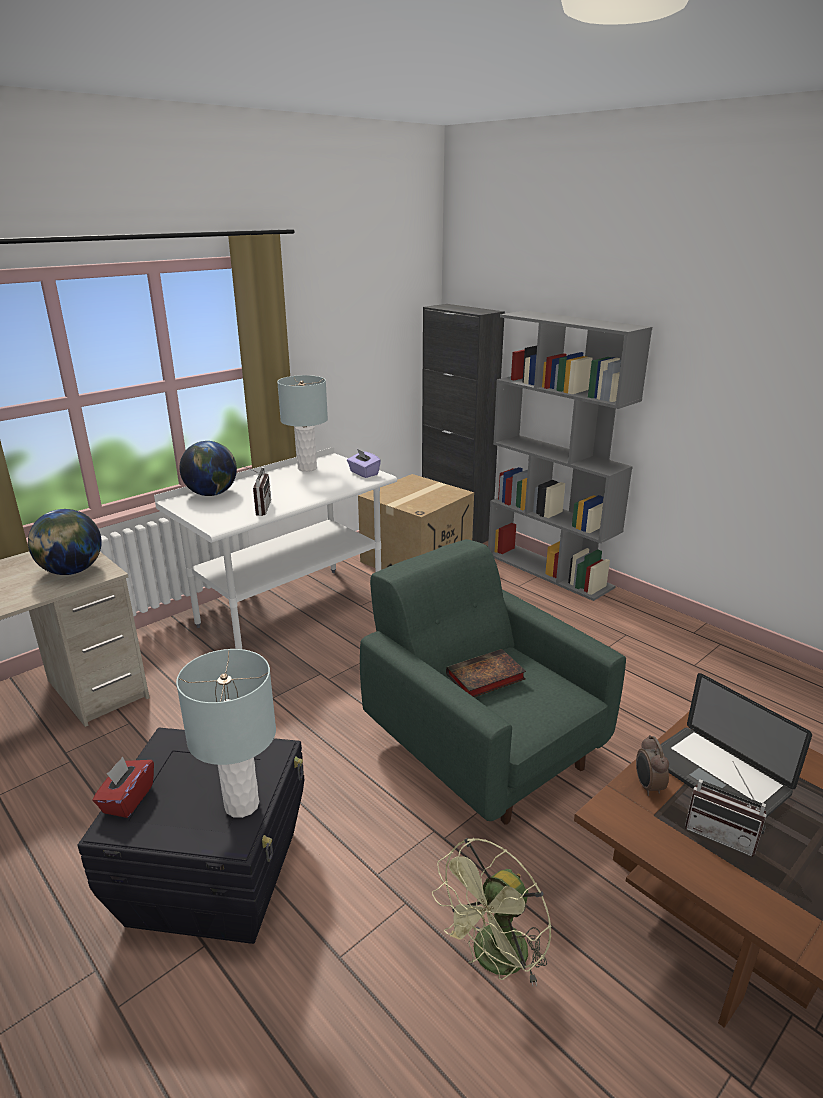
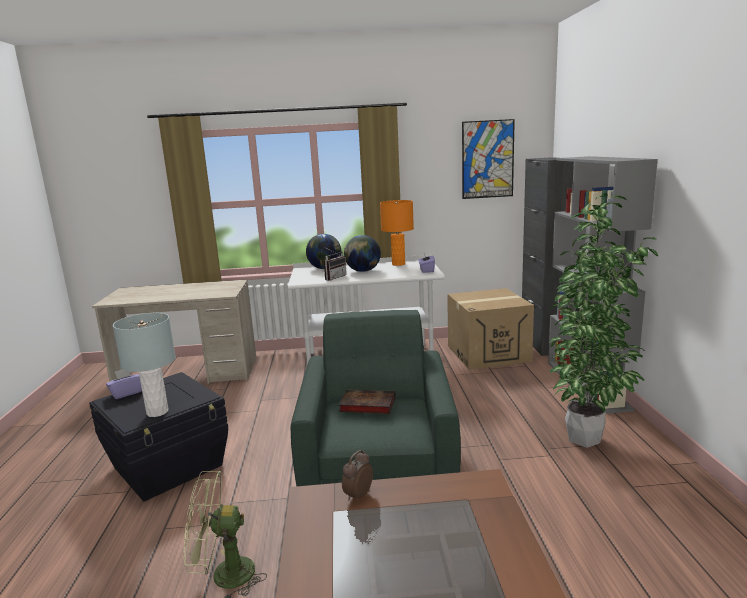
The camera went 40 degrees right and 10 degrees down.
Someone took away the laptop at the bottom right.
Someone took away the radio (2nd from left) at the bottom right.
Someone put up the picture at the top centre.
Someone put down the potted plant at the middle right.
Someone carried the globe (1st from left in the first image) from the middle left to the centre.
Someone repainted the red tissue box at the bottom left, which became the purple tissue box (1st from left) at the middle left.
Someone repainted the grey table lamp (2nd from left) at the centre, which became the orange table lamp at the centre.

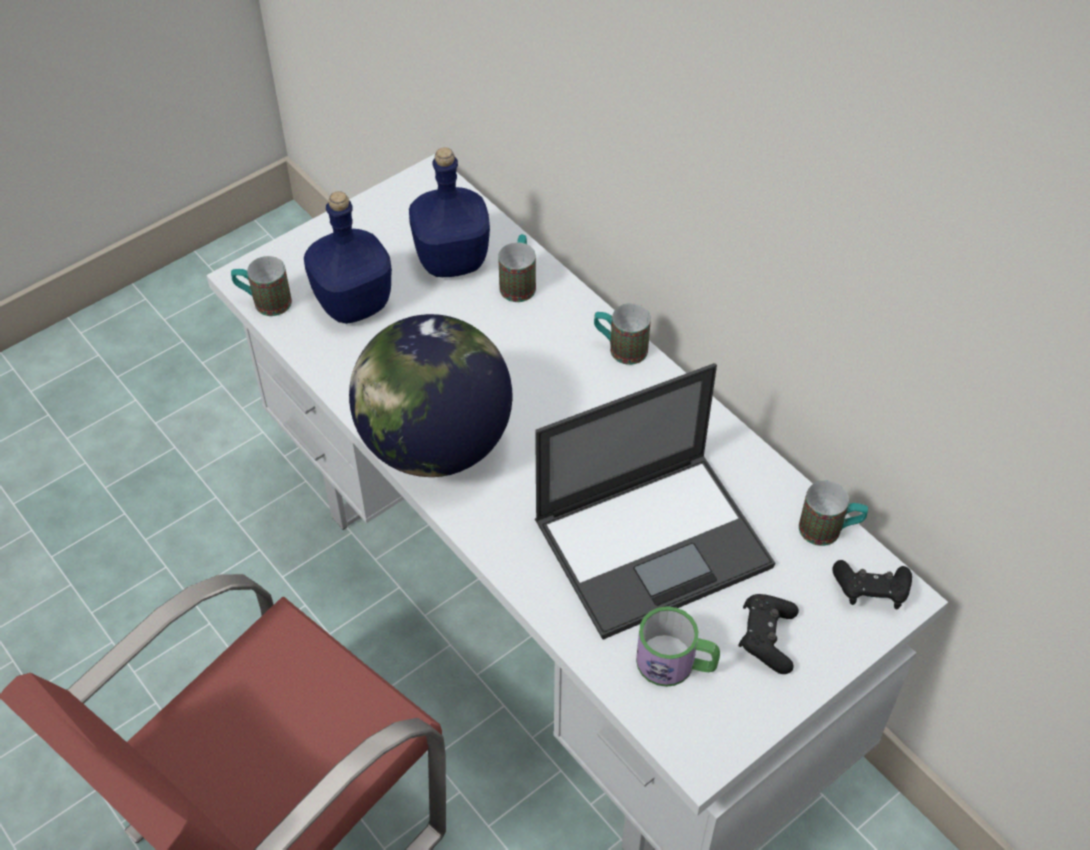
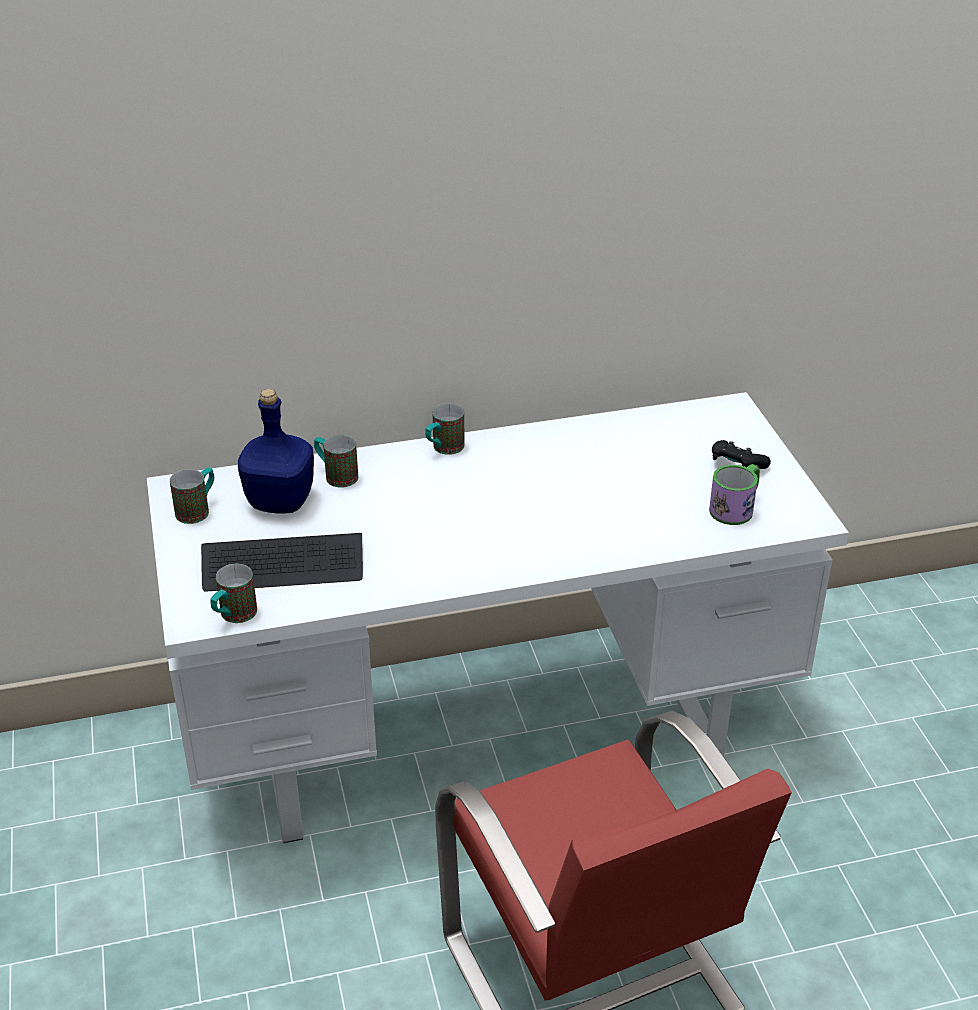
The camera went 65 degrees left and 15 degrees down.
Someone took away the globe at the centre.
Someone took away the laptop at the centre.
Someone took away the black game controller (2nd from left) at the bottom right.
Someone carried the mug (5th from left in the first image) from the middle right to the middle left.
Someone swapped the blue bottle (1st from left) at the top left for the keyboard at the middle left.

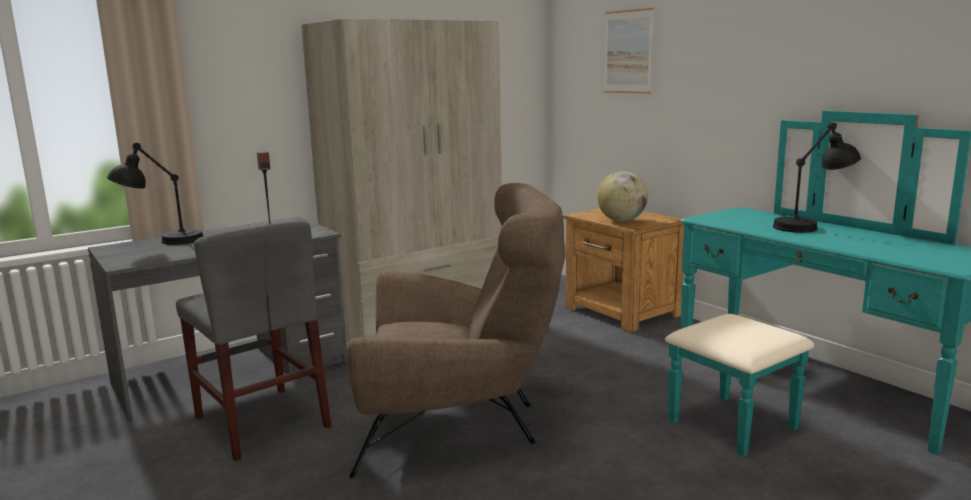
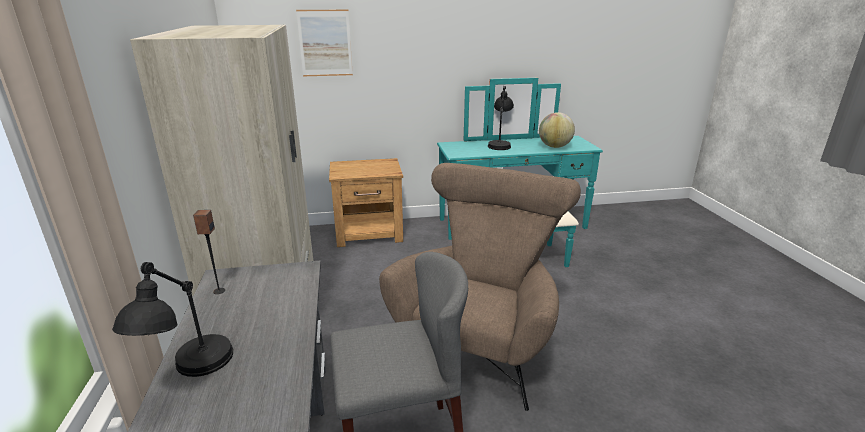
The camera went 65 degrees left and 10 degrees up.
Someone carried the globe from the centre to the top centre.

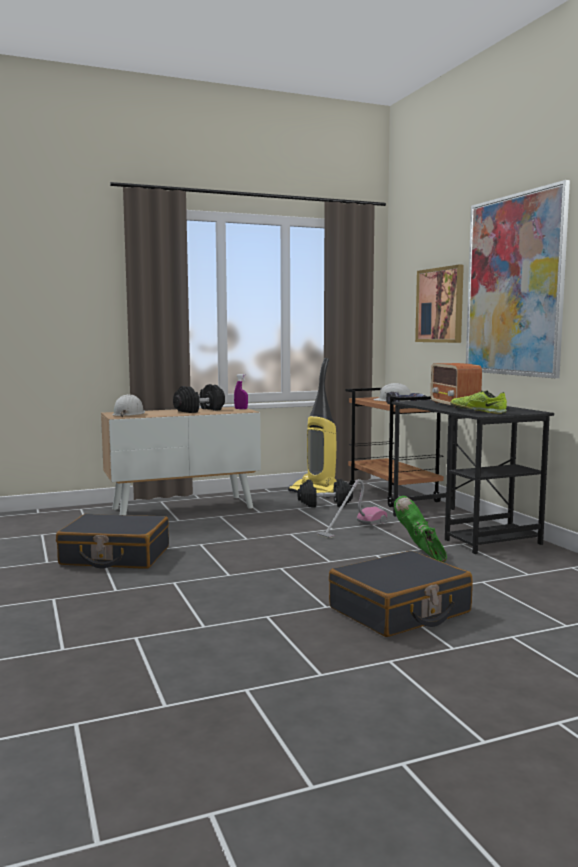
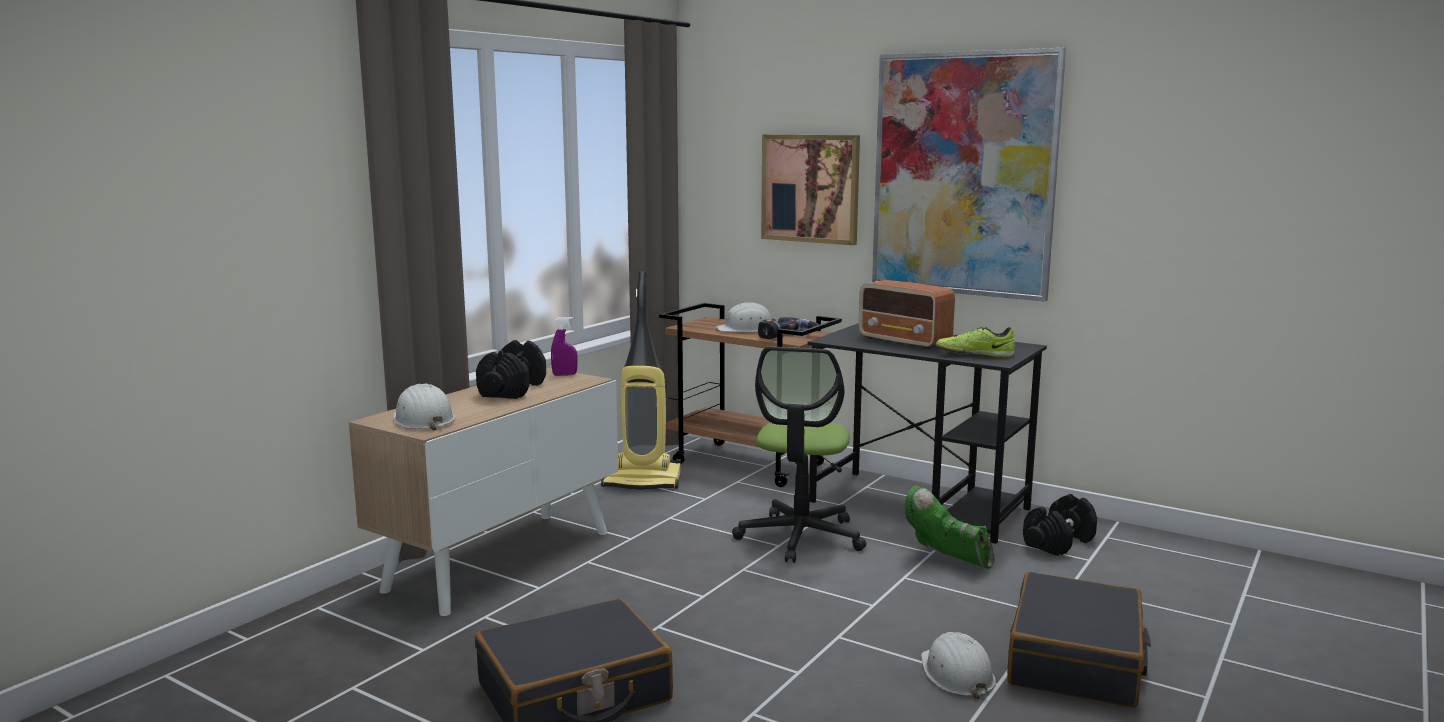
The camera went 35 degrees left and 5 degrees up.
Someone put down the white hard hat (3rd from left) at the bottom centre.
Someone carried the black dumbbell (2nd from left) from the centre to the bottom right.
Someone swapped the vacuum cleaner (2nd from left) at the centre for the office chair at the centre.

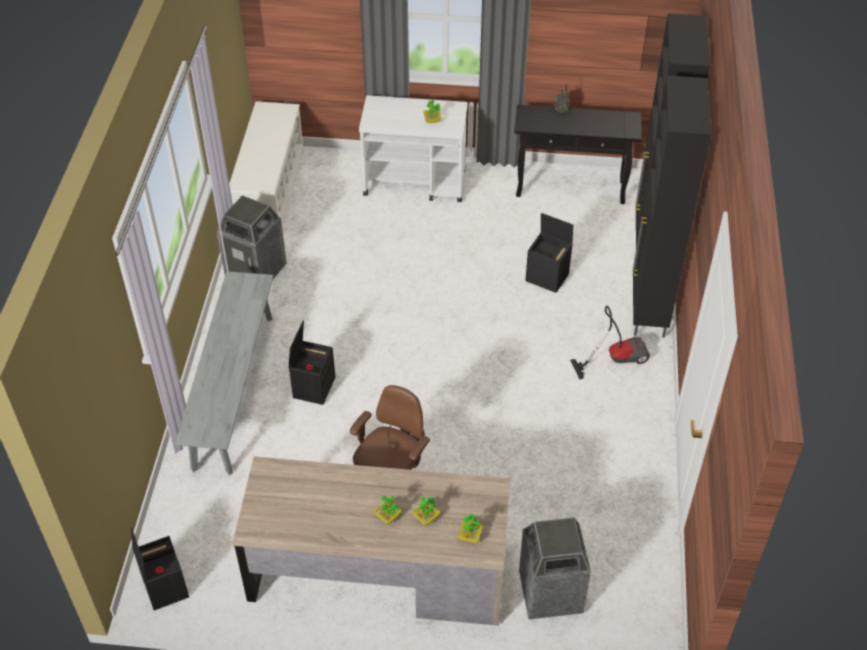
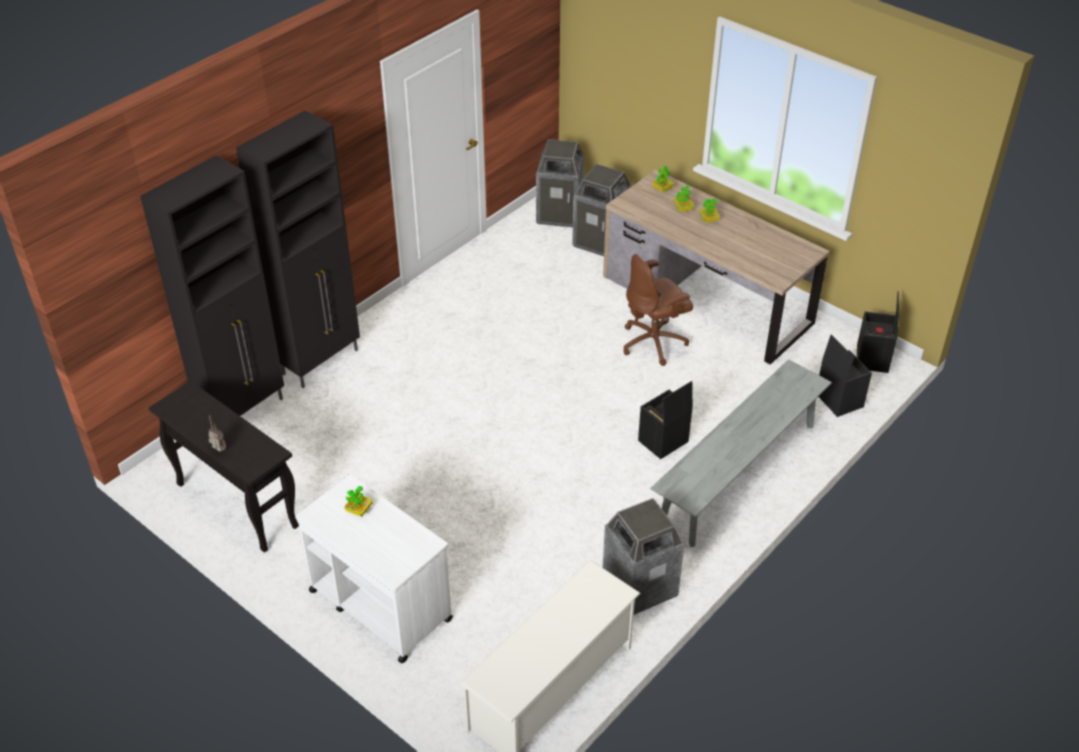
The camera went 145 degrees left and 5 degrees down.
Someone took away the vacuum cleaner at the middle right.
Someone put down the trash can (1st from left) at the top centre.
Someone carried the black storage box (3rd from left in the first image) from the centre to the middle right.

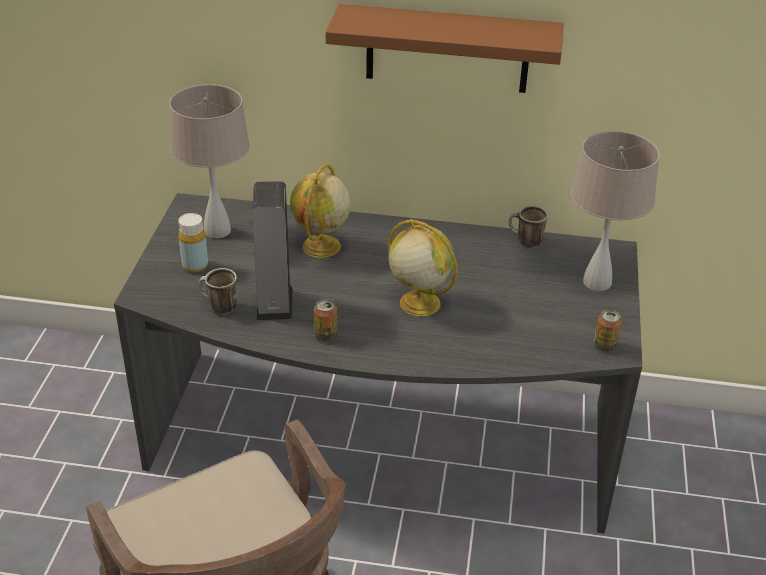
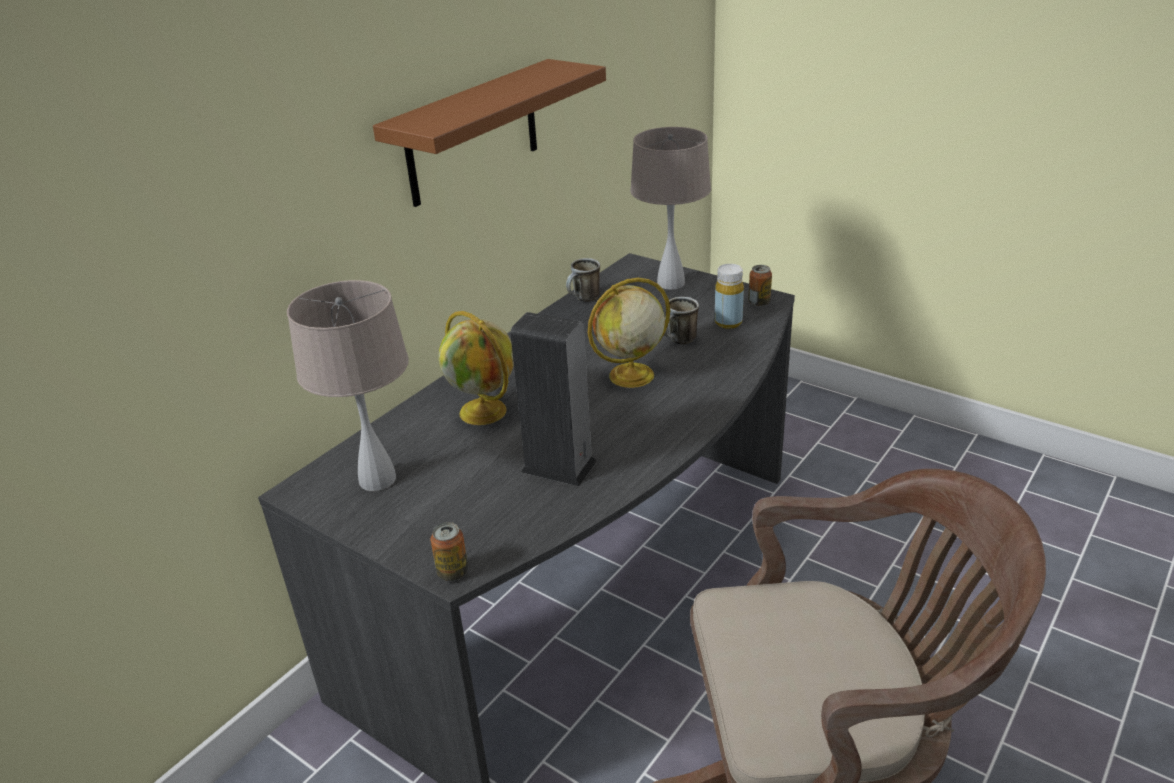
The camera went 60 degrees left and 5 degrees down.
Someone carried the yellow bottle from the middle left to the centre.
Someone carried the mug (1st from left in the first image) from the middle left to the centre.
Someone carried the can (1st from left) from the centre to the bottom centre.

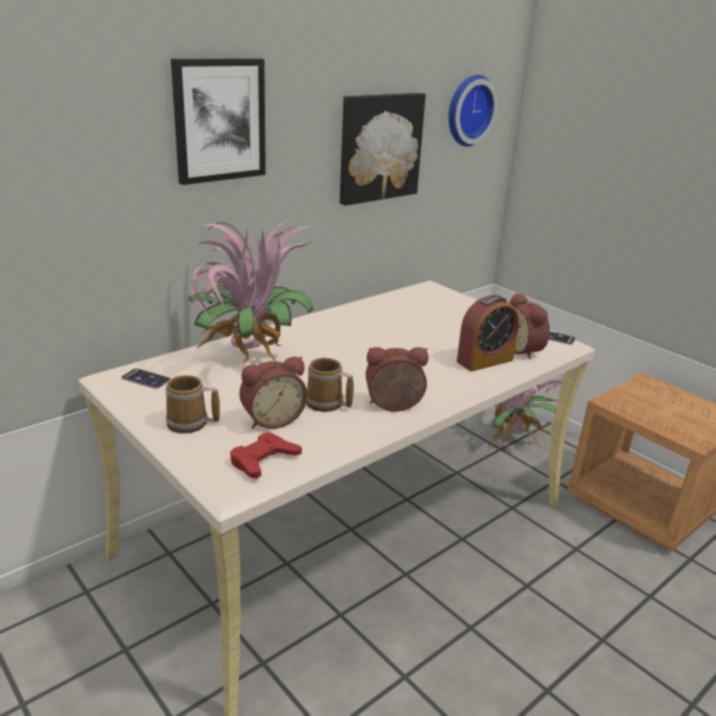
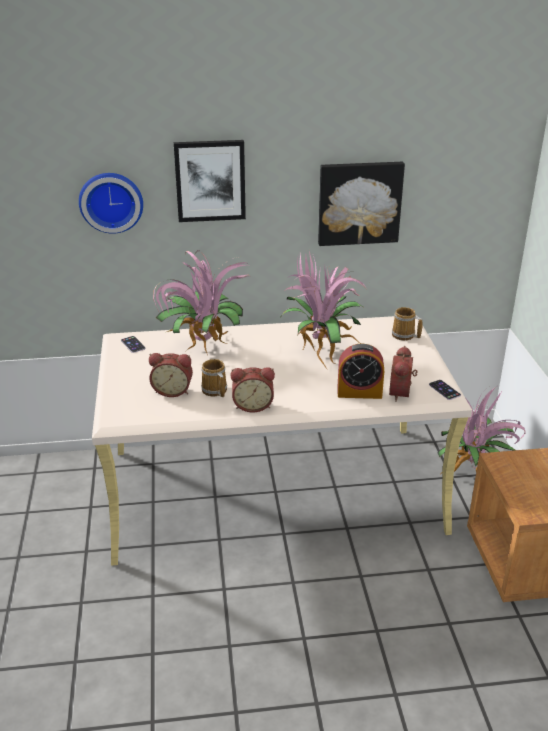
The camera went 35 degrees right and 5 degrees up.
Someone took away the red game controller at the centre.
Someone put down the potted plant (2nd from left) at the centre.
Someone carried the mug (1st from left in the first image) from the middle left to the middle right.
Someone carried the wall clock from the top centre to the top left.
Someone rotated the alarm clock (2nd from left) at the centre by 150 degrees clockwise.

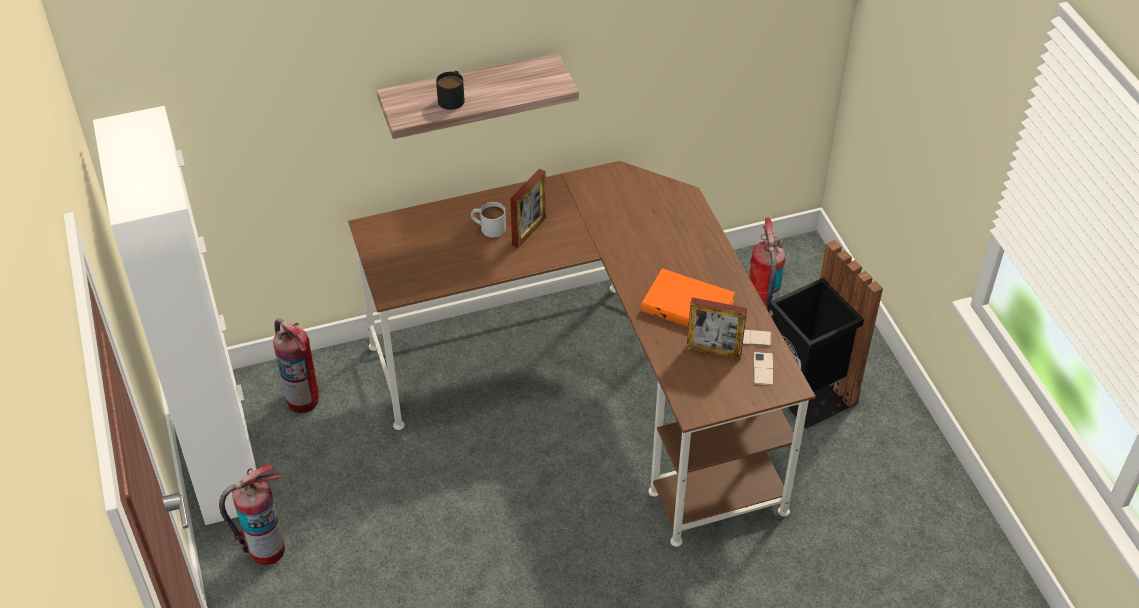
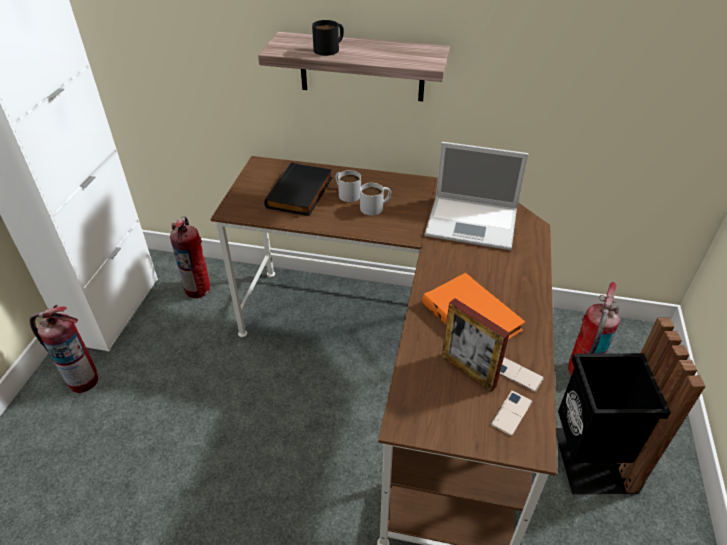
The camera went 30 degrees right and 5 degrees down.
Someone put down the black book at the centre.
Someone put down the laptop at the centre.
Someone swapped the picture frame (1st from left) at the centre for the white mug (2nd from left) at the centre.

